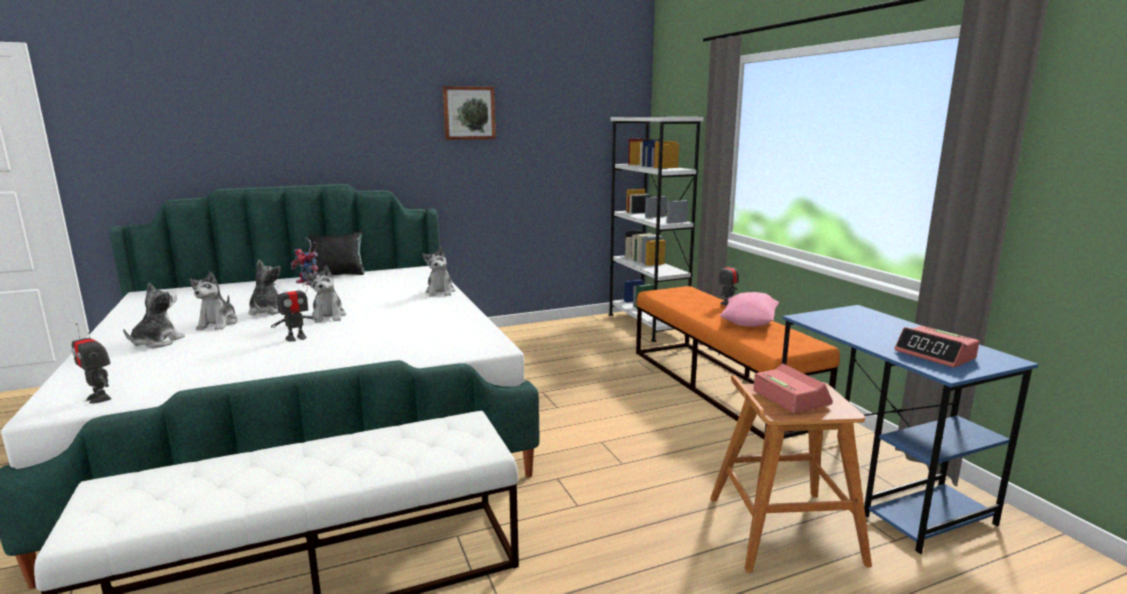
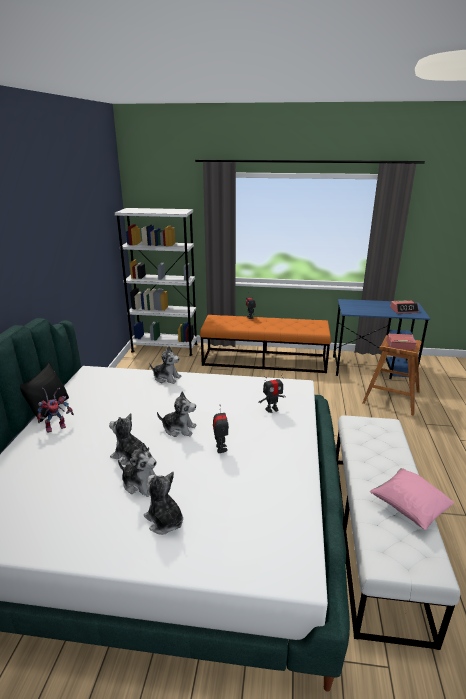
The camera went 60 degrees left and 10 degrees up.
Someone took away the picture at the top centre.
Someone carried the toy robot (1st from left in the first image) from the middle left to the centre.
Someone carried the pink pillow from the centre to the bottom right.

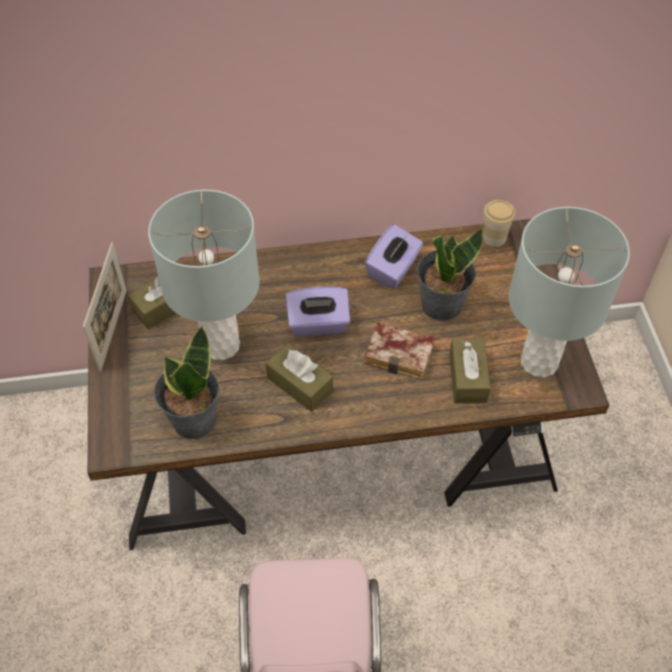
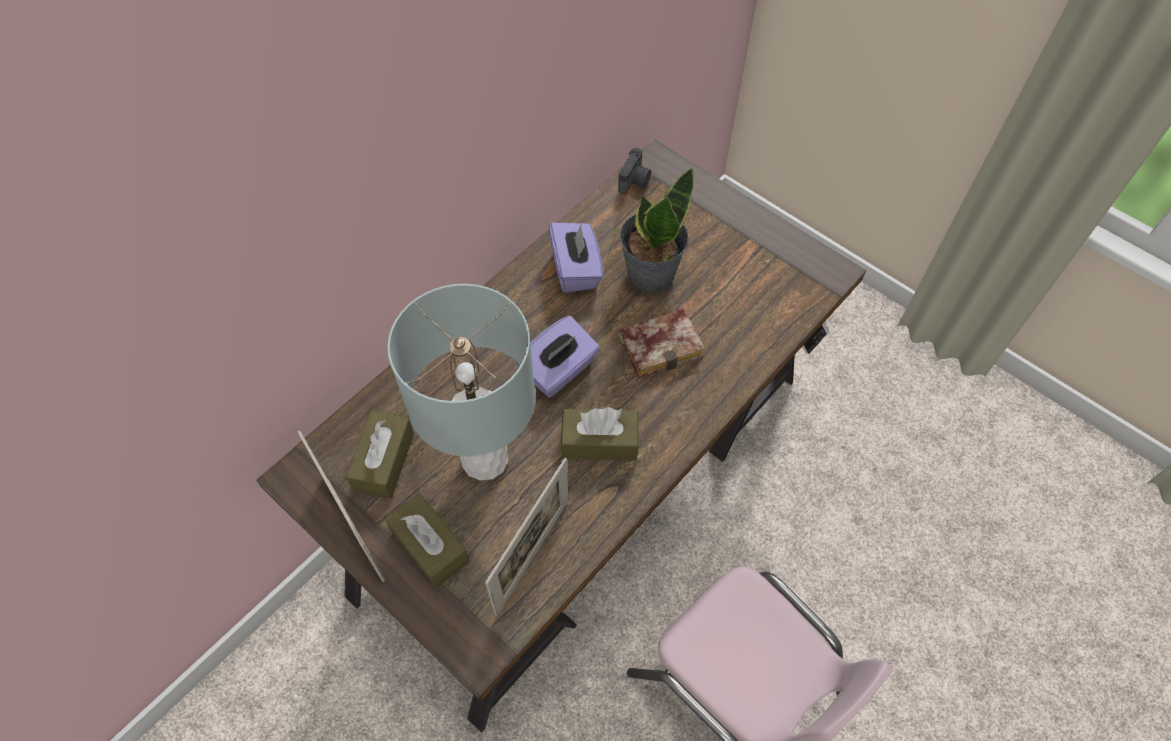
The camera went 40 degrees left and 5 degrees up.
Someone took away the grey table lamp (2nd from left) at the middle right.
Someone carried the brown tissue box (3rd from left in the first image) from the middle right to the bottom centre.
Someone swapped the potted plant (1st from left) at the middle left for the picture frame (2nd from left) at the bottom centre.
Someone swapped the cup at the top right for the photo camera at the top centre.

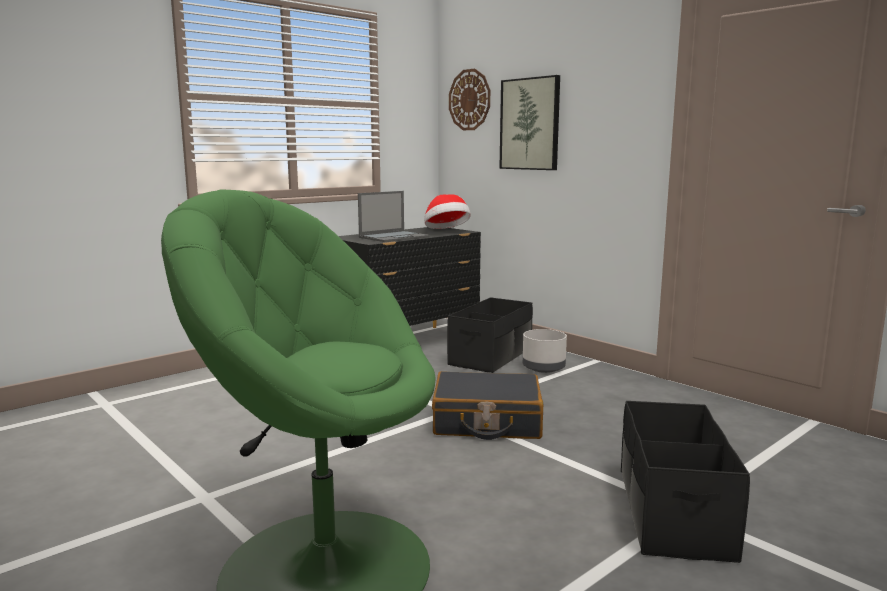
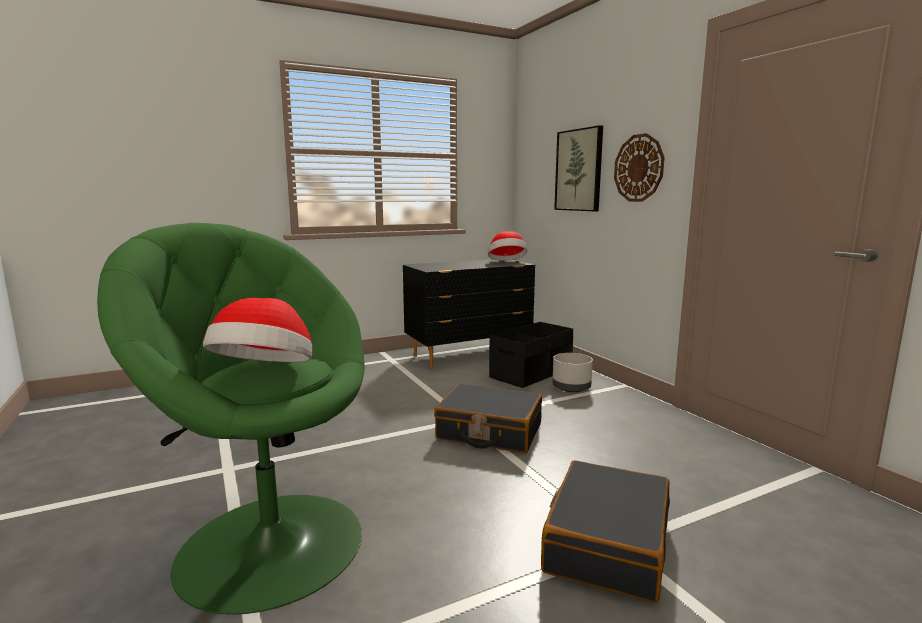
The camera went 15 degrees right and 0 degrees up.
Someone took away the laptop at the centre.
Someone put down the hat (1st from left) at the middle left.
Someone carried the wall clock from the top centre to the top right.
Someone swapped the black storage box (2nd from left) at the bottom right for the black suitcase (2nd from left) at the bottom centre.

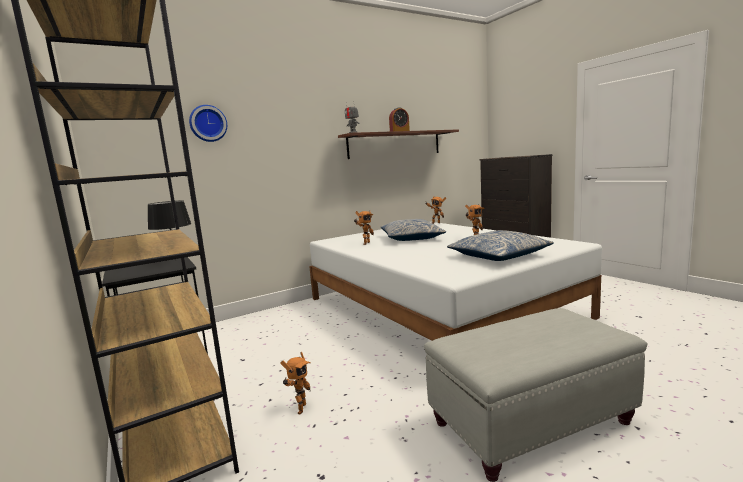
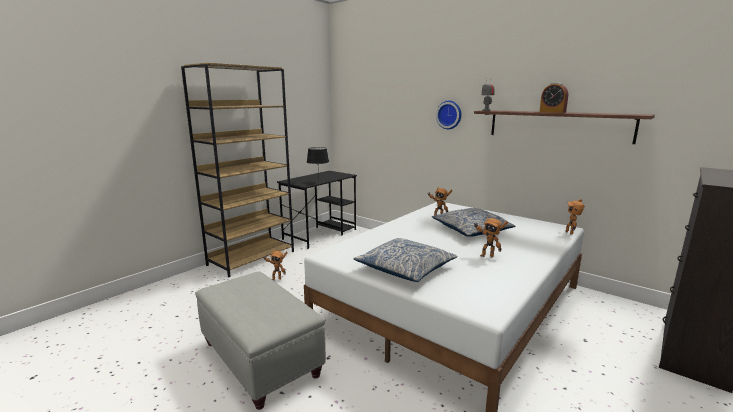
The camera went 70 degrees right and 5 degrees up.
Someone carried the wall clock from the top left to the top centre.

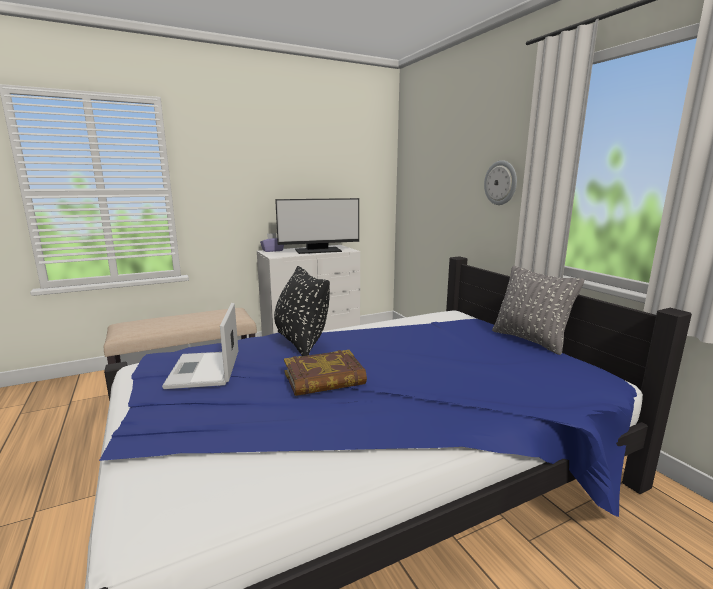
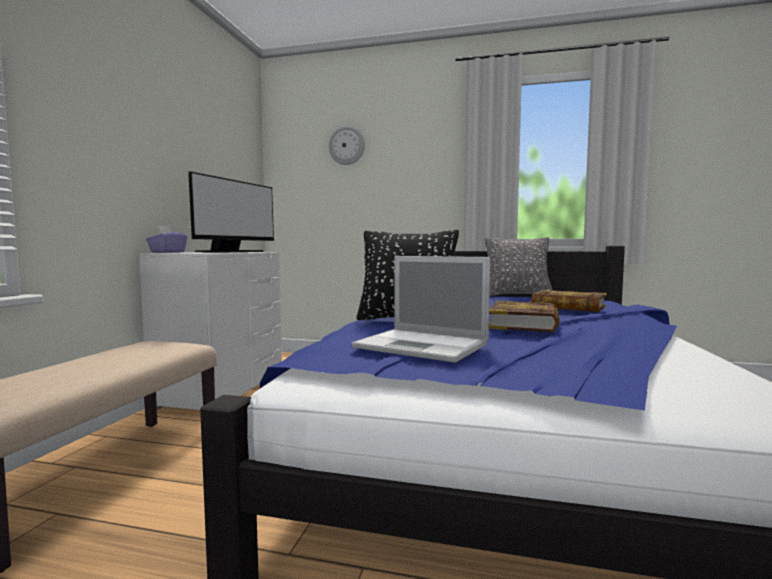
The camera went 50 degrees left and 10 degrees down.
Someone put down the book (2nd from left) at the middle right.
Someone carried the wall clock from the top right to the top centre.

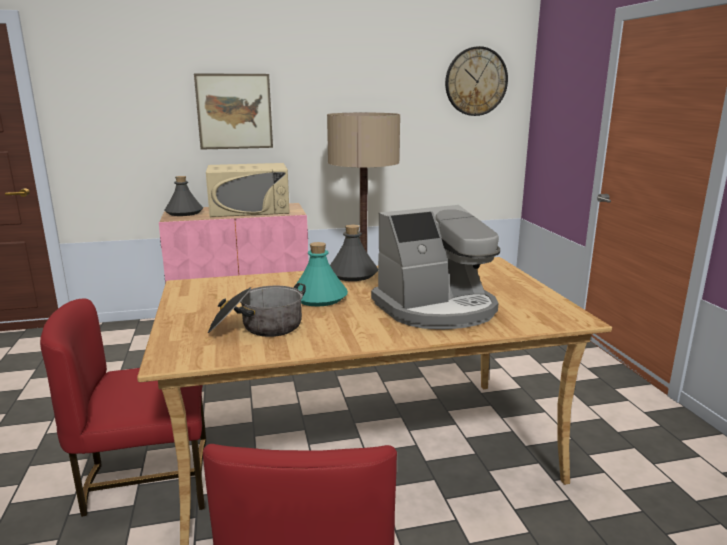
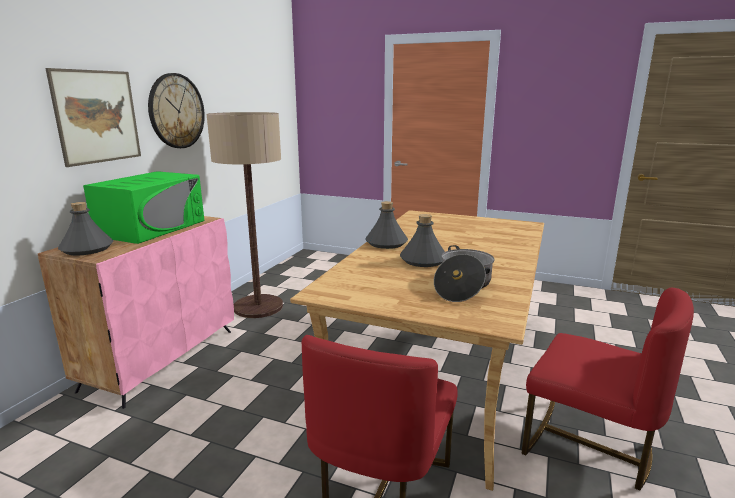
The camera went 55 degrees left and 0 degrees up.
Someone took away the coffee machine at the centre.
Someone carried the wall clock from the top centre to the top left.
Someone repainted the beige microwave at the centre, which became the green microwave at the middle left.
Someone repainted the turquoise bottle at the centre, which became the grey bottle (3rd from left) at the centre.

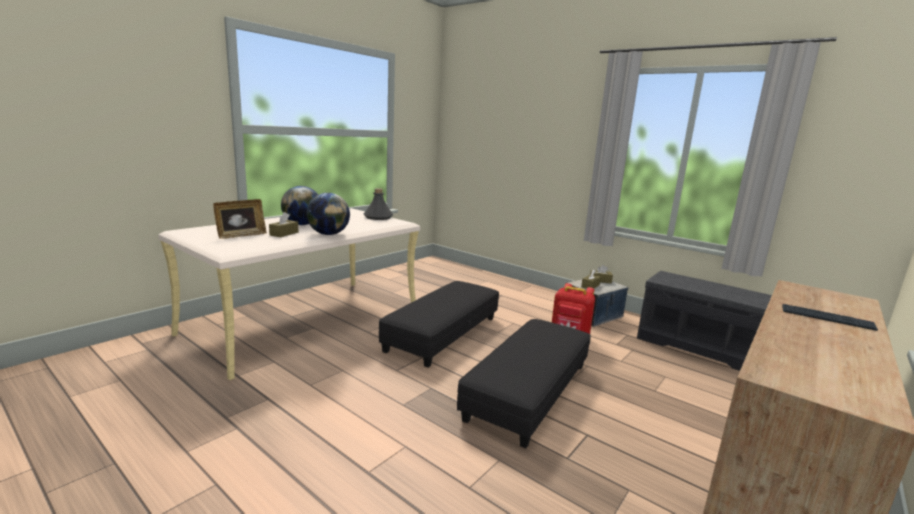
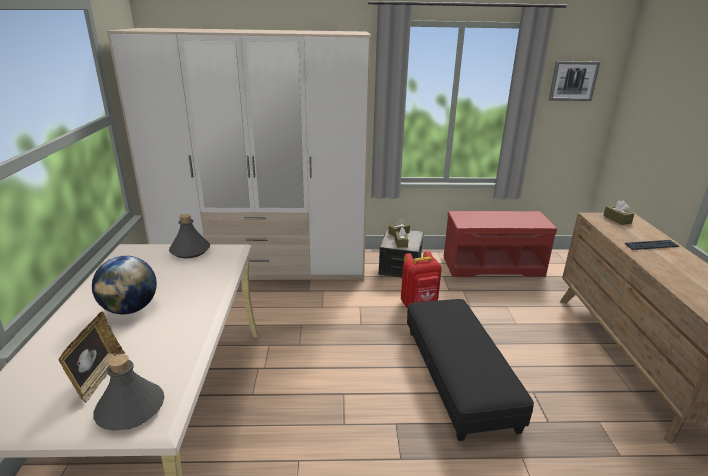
The camera went 40 degrees left and 10 degrees up.
Someone took away the globe (2nd from left) at the centre.
Someone took away the black ottoman (1st from left) at the centre.
Someone put down the grey bottle (1st from left) at the bottom left.
Someone put down the wardrobe at the top centre.
Someone put up the picture at the top right.
Someone carried the brown tissue box (1st from left in the first image) from the middle left to the middle right.
Someone repainted the grey bench at the middle right, which became the red bench at the middle right.

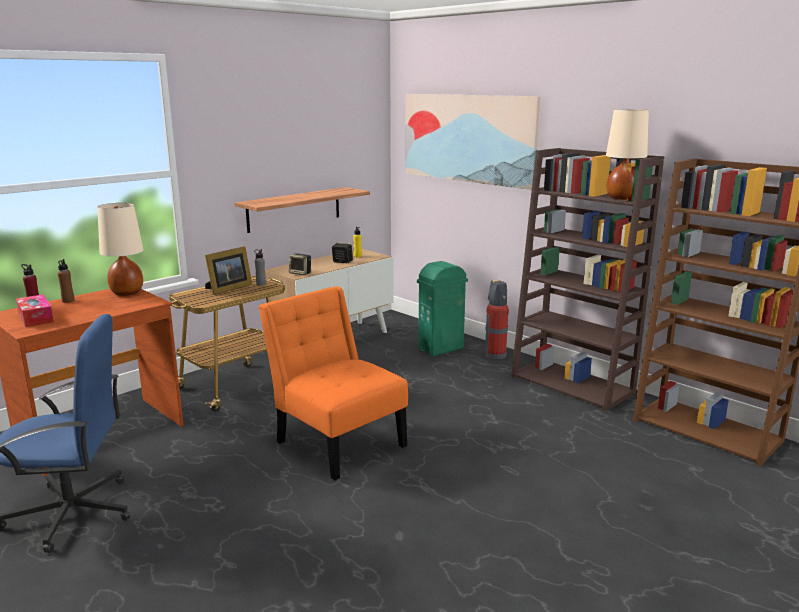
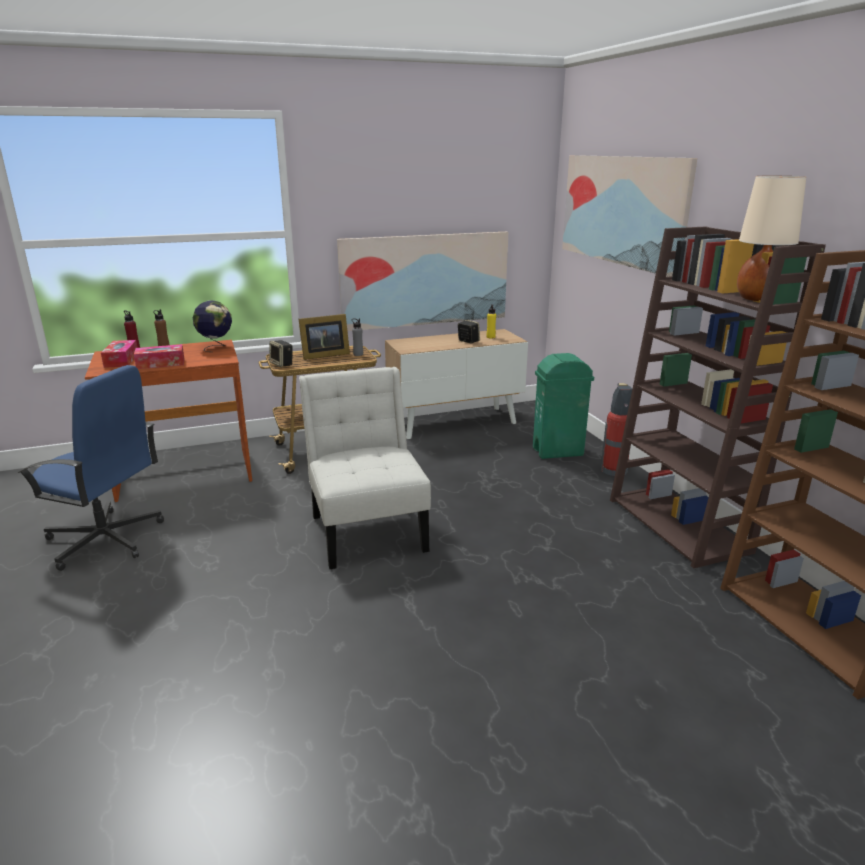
The camera went 25 degrees right and 5 degrees up.
Someone put down the tissue box (2nd from left) at the middle left.
Someone carried the speaker (1st from left) from the centre to the middle left.
Someone swapped the beige table lamp (1st from left) at the middle left for the globe at the middle left.
Someone swapped the shelf at the centre for the picture (1st from left) at the top centre.
Someone repainted the orange chair at the centre, which became the white chair at the centre.

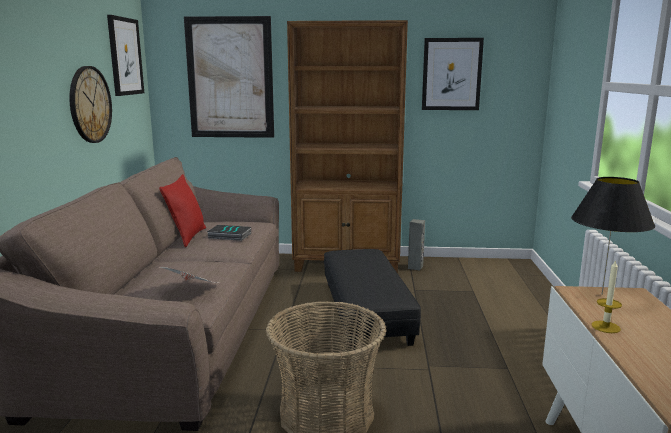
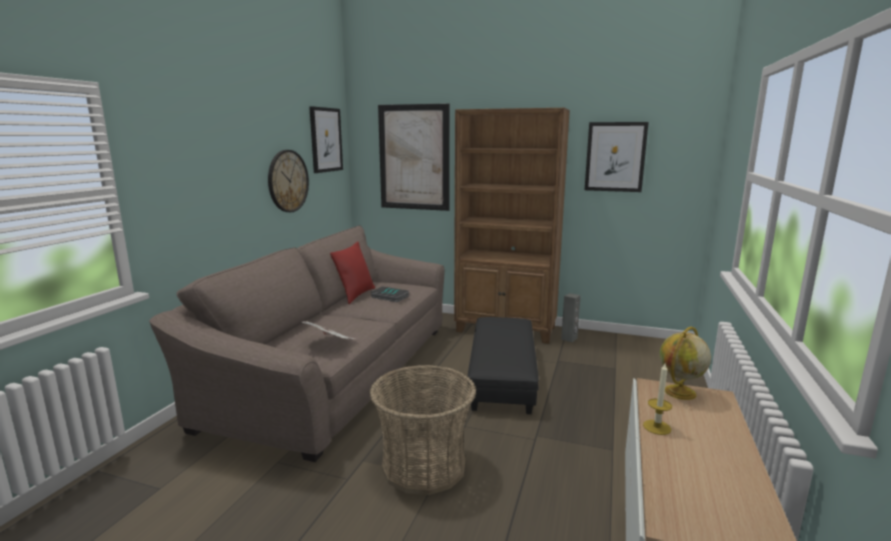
The camera went 15 degrees right and 0 degrees up.
Someone swapped the black table lamp at the middle right for the globe at the bottom right.

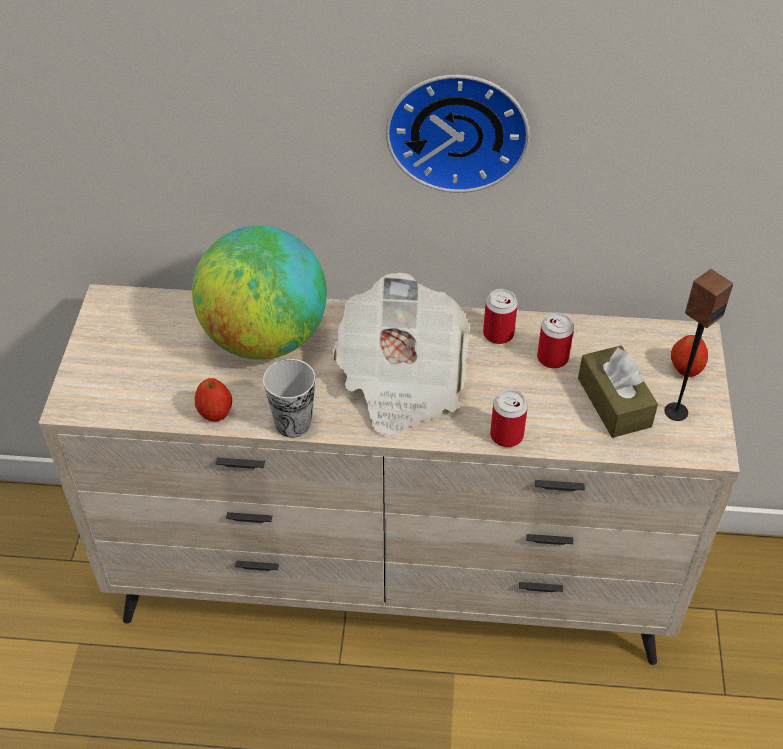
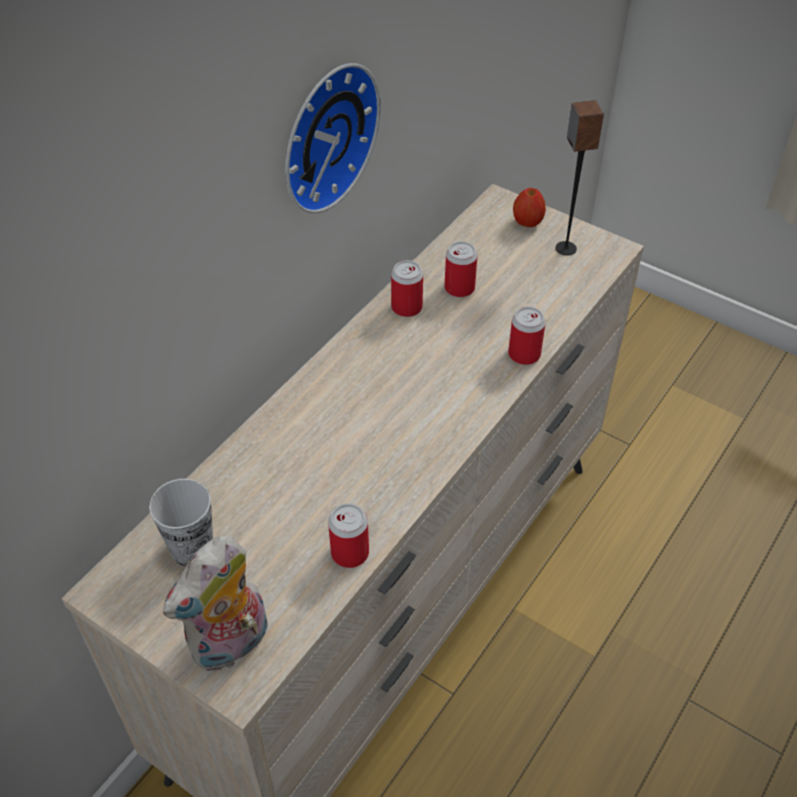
The camera went 60 degrees left and 0 degrees up.
Someone took away the globe at the middle left.
Someone took away the newspaper at the centre.
Someone took away the brown tissue box at the middle right.
Someone put down the plush toy at the bottom left.
Someone carried the cup from the centre to the middle left.
Someone swapped the apple (1st from left) at the middle left for the can (1st from left) at the bottom centre.

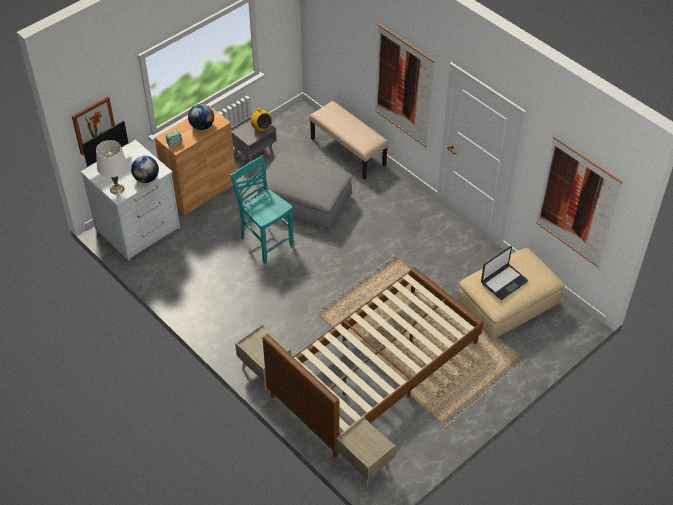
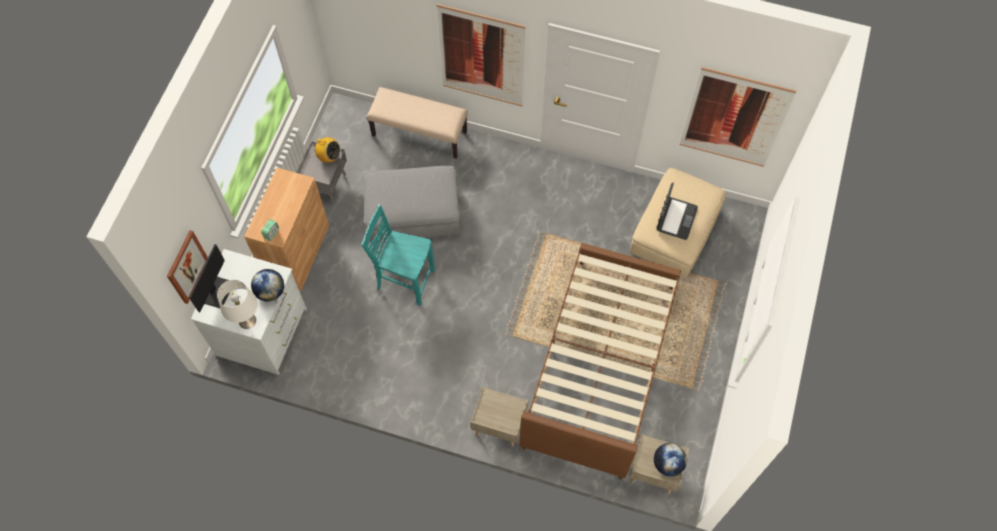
The camera went 30 degrees left and 15 degrees up.
Someone carried the globe (2nd from left) from the top left to the bottom right.

